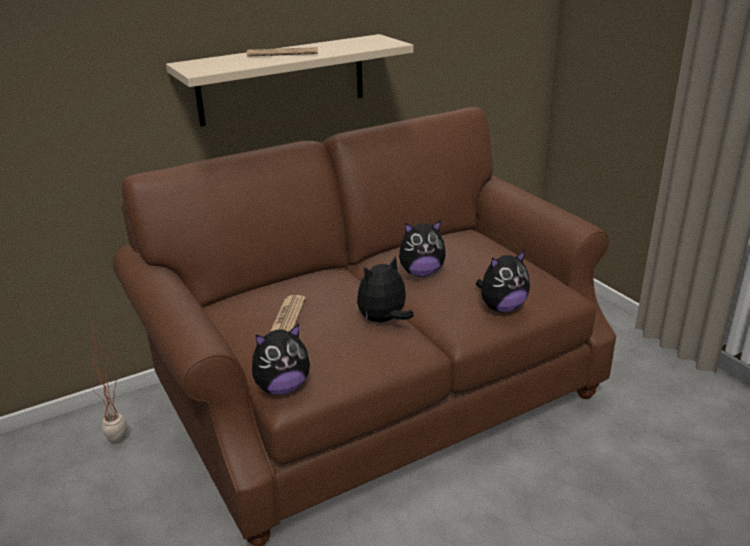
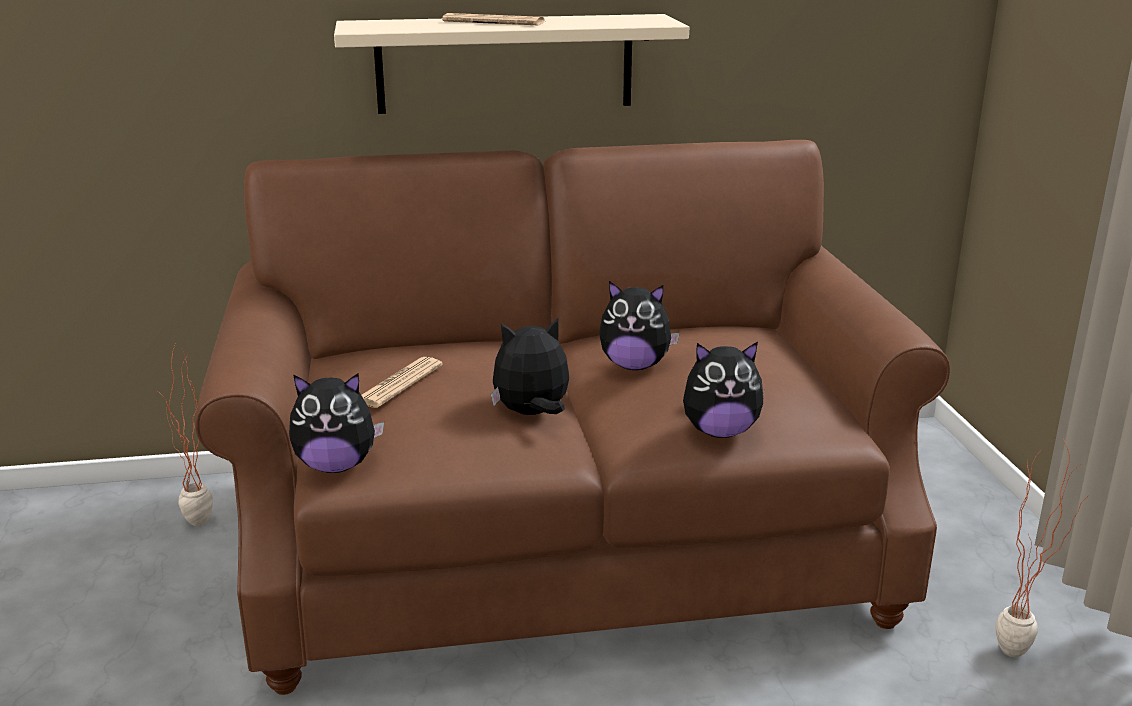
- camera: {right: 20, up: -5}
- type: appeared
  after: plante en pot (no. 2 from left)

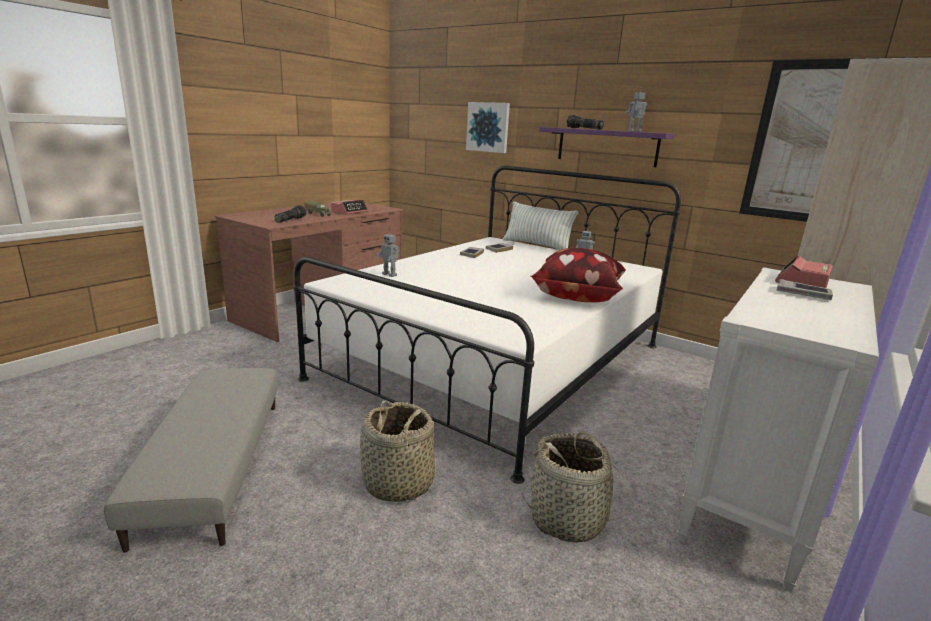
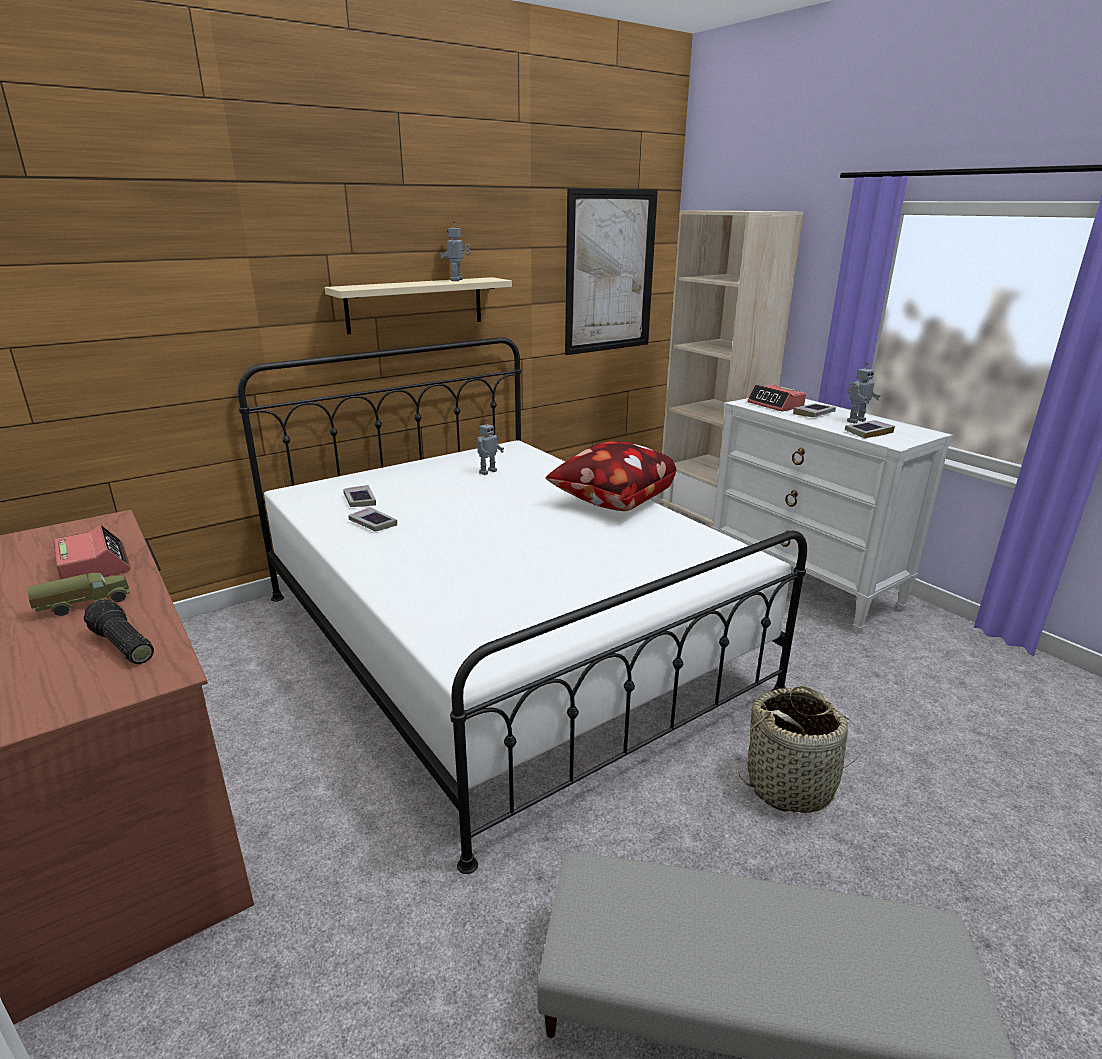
- camera: {right: -70, up: 5}
- type: colour
  before: étagère (violet)
  after: étagère (beige)
- type: appeared
  after: livre (no. 4 from left)
- type: relocated
  before: robot jouet (no. 1 from left in the first image)
  after: robot jouet (no. 3 from left)
- type: missing
  before: tableau (no. 1 from left)
- type: missing
  before: coussin (no. 1 from left)
- type: missing
  before: panier (no. 2 from left)
- type: missing
  before: lampe de poche (no. 2 from left)

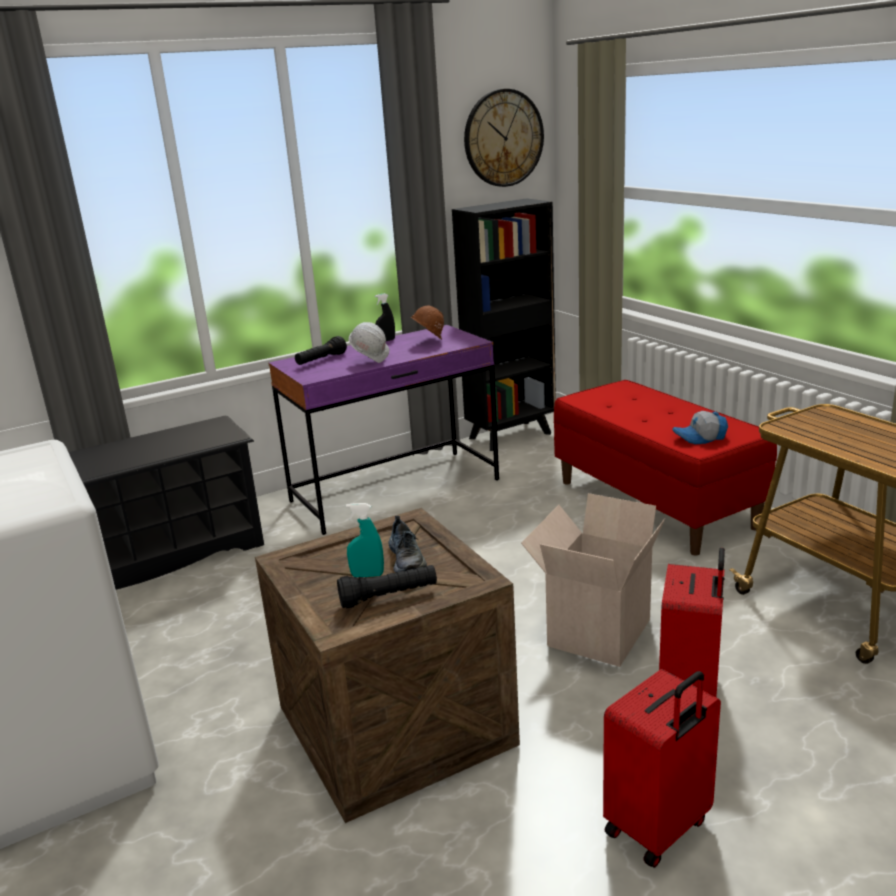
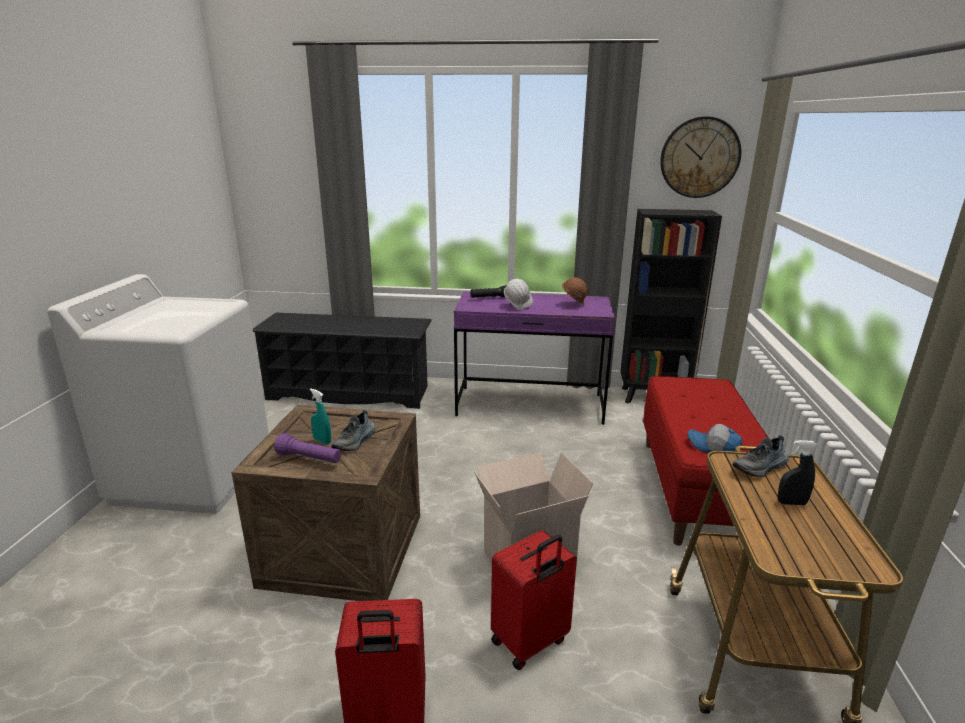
- camera: {right: 35, up: 0}
- type: colour
  before: lampe de poche (noir) (no. 2 from left)
  after: lampe de poche (violet)
- type: appeared
  after: chaussure (no. 2 from left)
- type: relocated
  before: vaporisateur (noir)

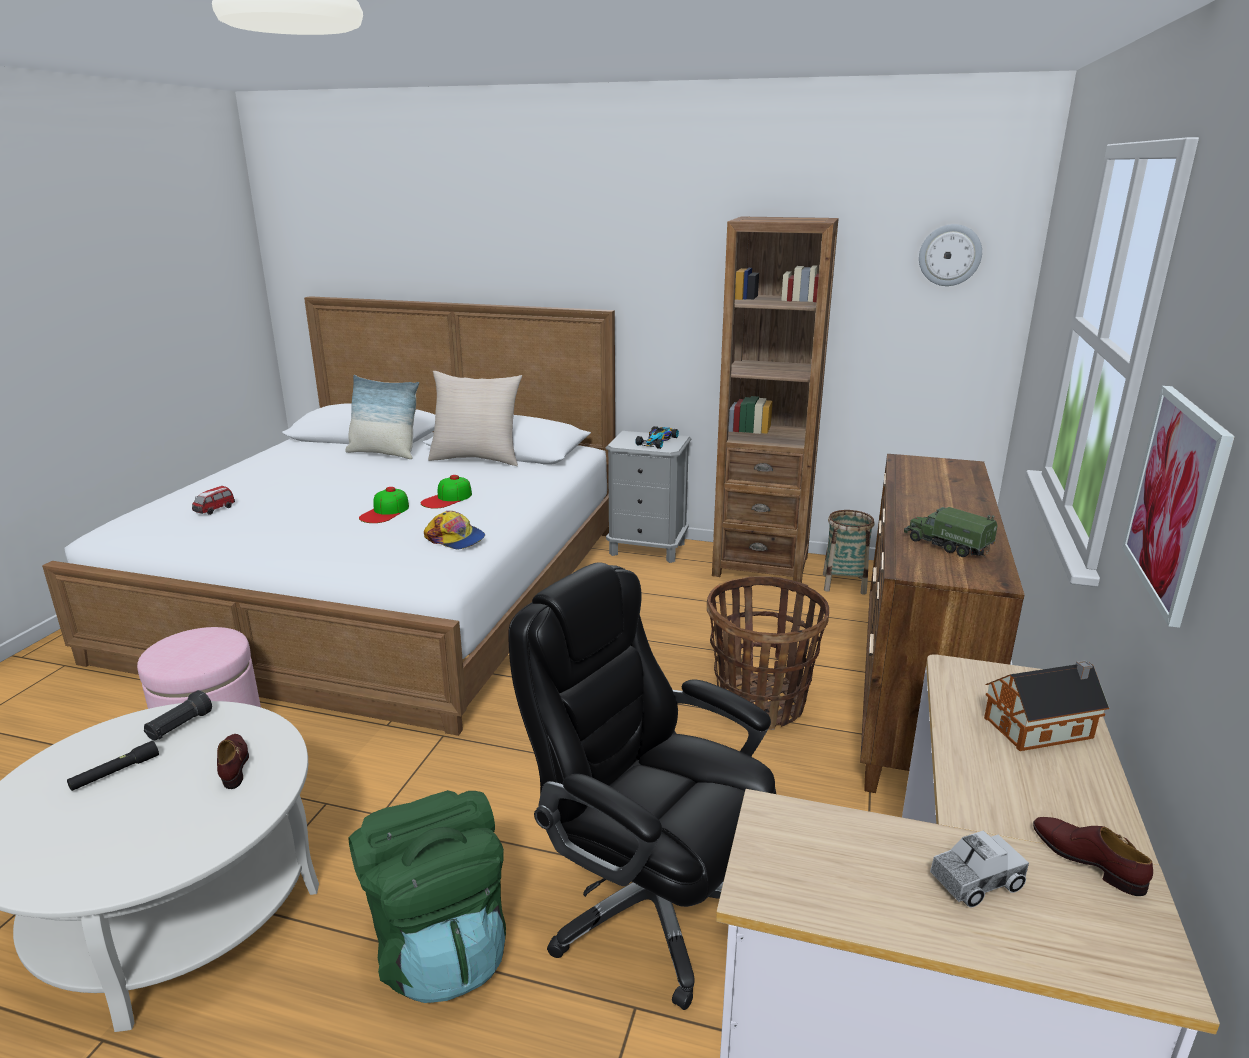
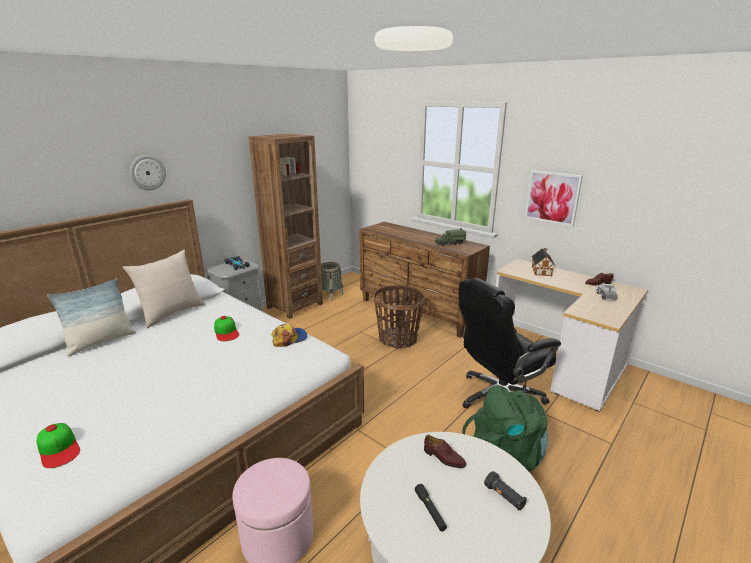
- camera: {right: -65, up: 0}
- type: relocated
  before: casquette (no. 1 from left)
- type: relocated
  before: horloge murale
- type: spun
  before: chaussure (marron) (no. 1 from left)
  turn: -150
- type: relocated
  before: lampe de poche (noir) (no. 2 from left)
- type: missing
  before: petite voiture (no. 1 from left)

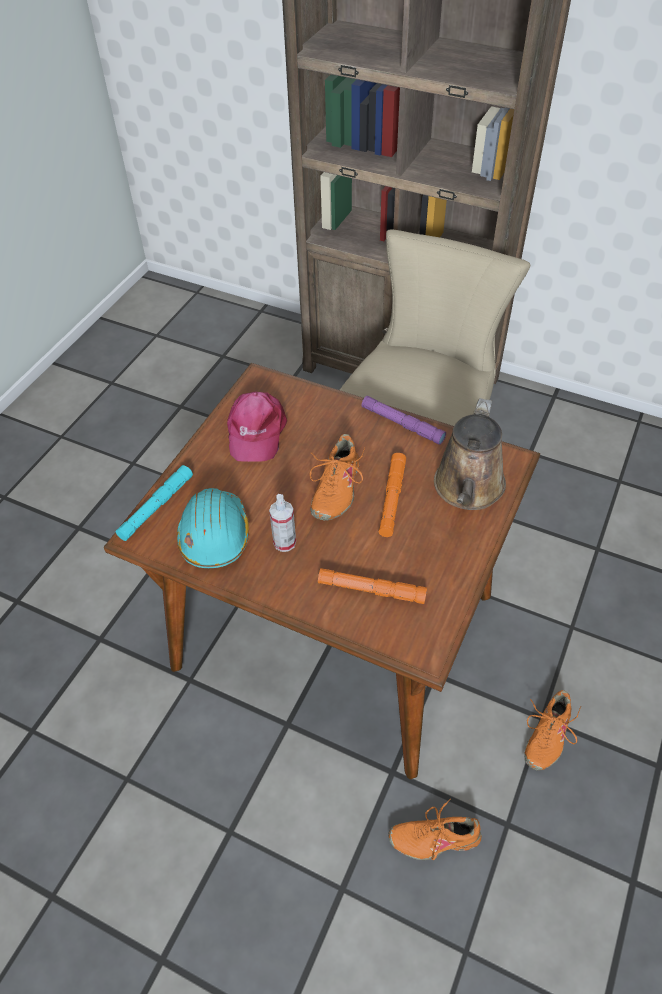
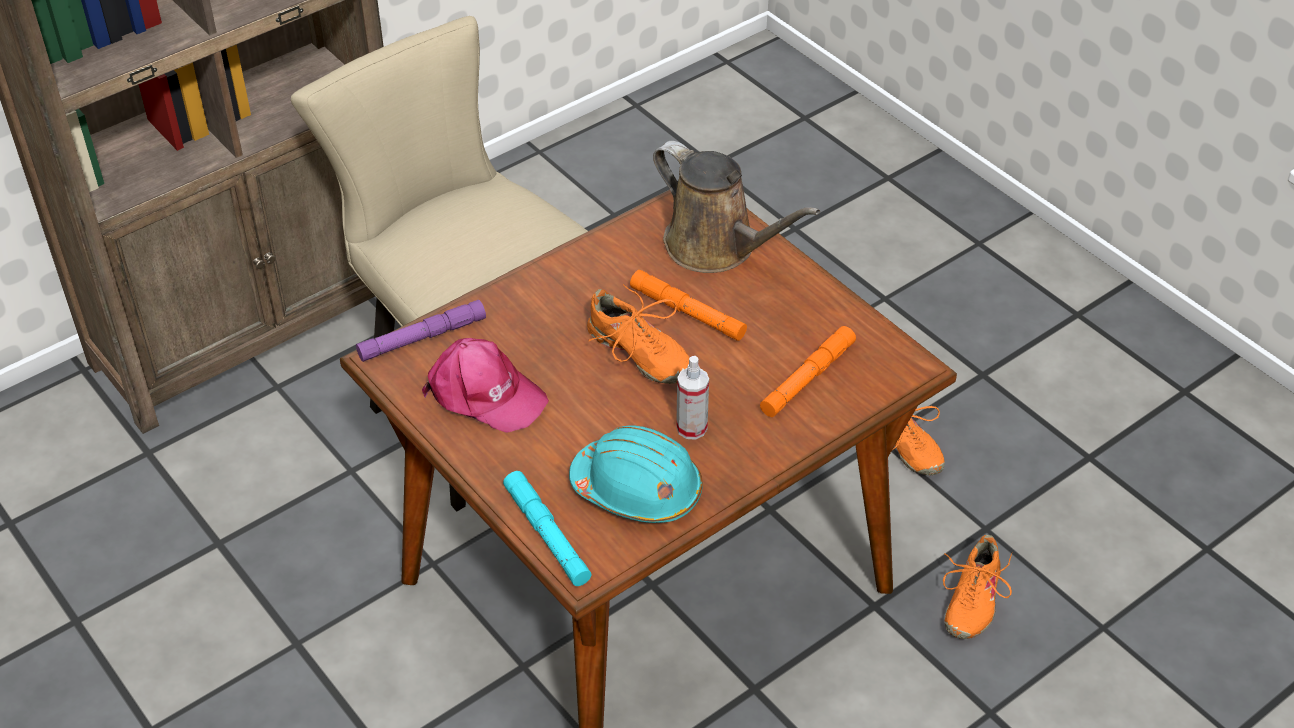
- camera: {right: -65, up: -5}
- type: relocated
  before: lampe de poche (violet)

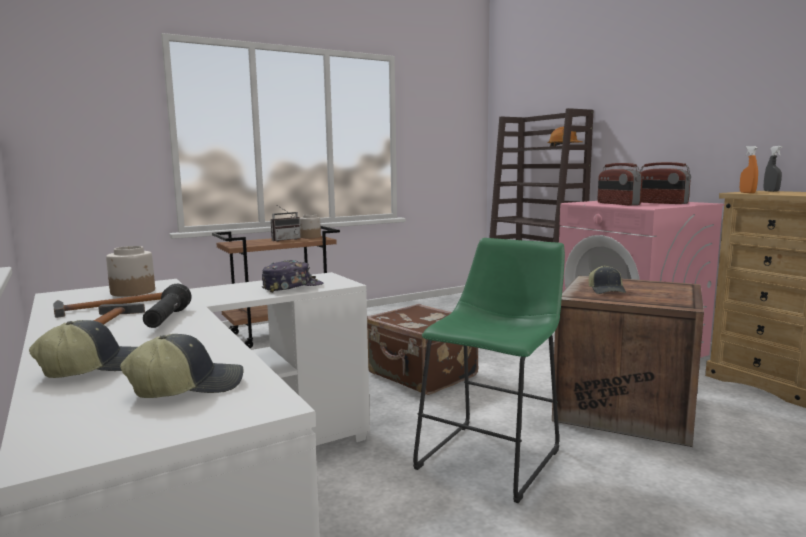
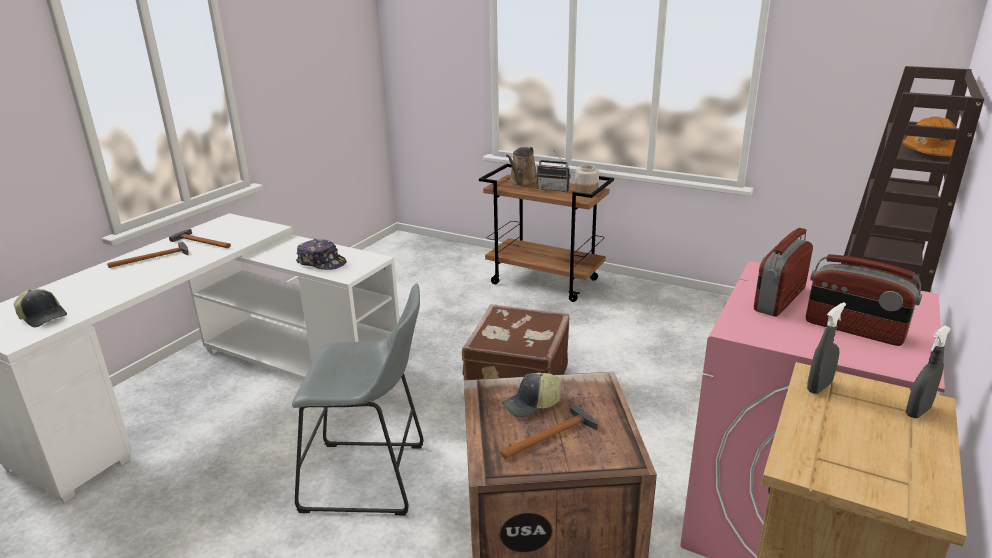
- camera: {right: 60, up: 15}
- type: colour
  before: tabouret (vert)
  after: tabouret (gris)
- type: appeared
  after: marteau (no. 3 from left)
- type: appeared
  after: arrosoir (marron)
- type: spun
  before: radio (no. 3 from left)
  turn: -75
- type: colour
  before: vaporisateur (orange)
  after: vaporisateur (gris) (no. 1 from left)
- type: missing
  before: casquette (no. 1 from left)
- type: missing
  before: bocal (no. 1 from left)
- type: missing
  before: lampe de poche (noir)

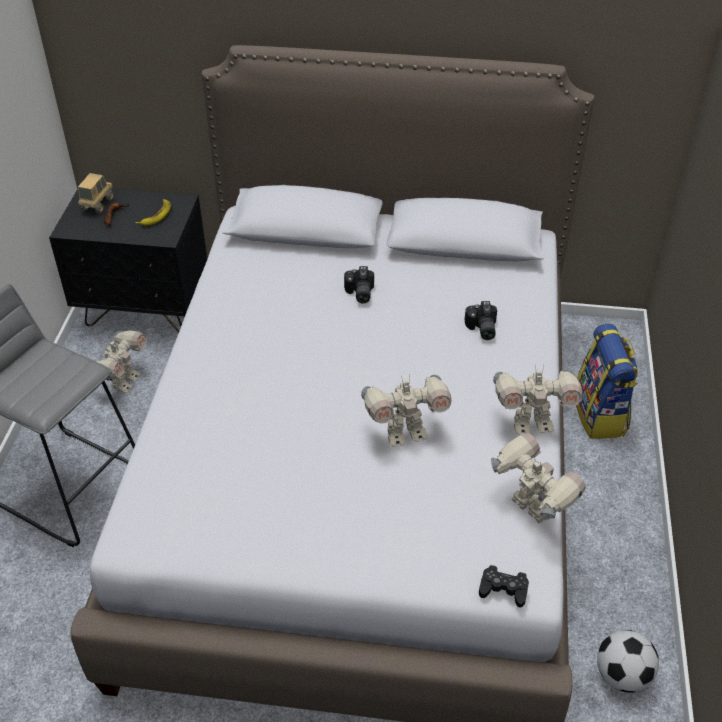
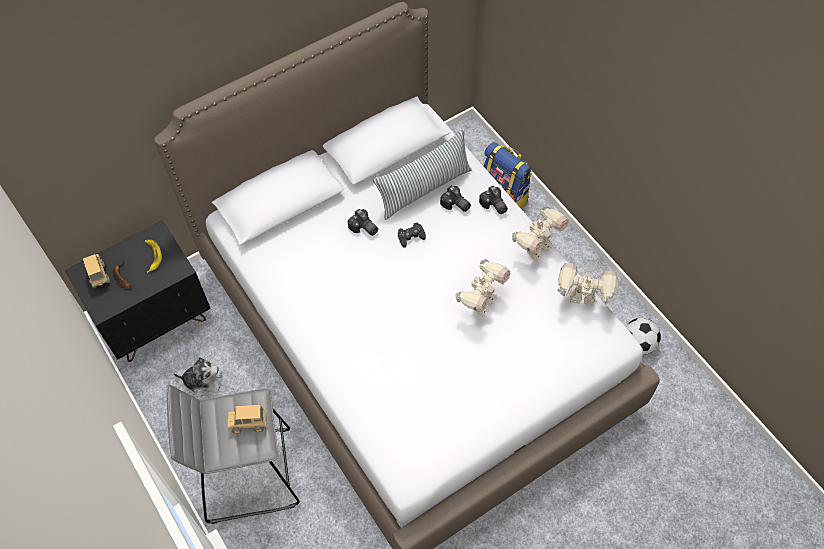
- camera: {right: -40, up: 15}
- type: exchanged
  before: robot jouet (no. 1 from left)
  after: peluche
- type: appeared
  after: camion jouet (no. 2 from left)
- type: appeared
  after: coussin
- type: relocated
  before: manette (noir)
- type: appeared
  after: appareil photo (no. 3 from left)

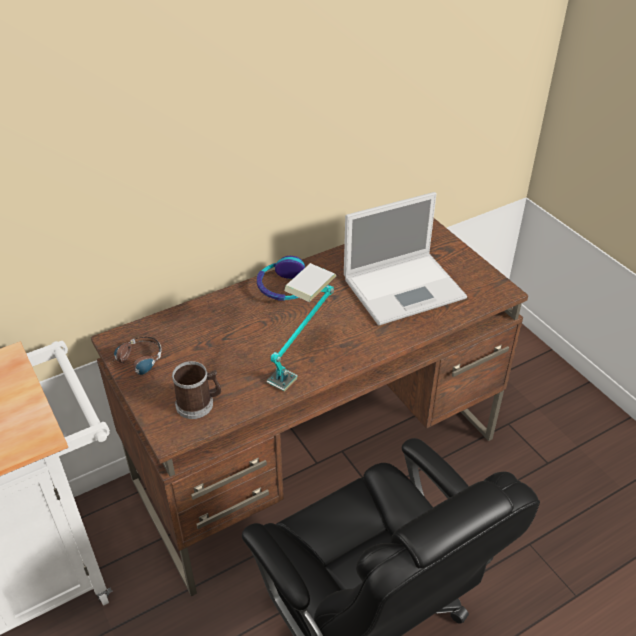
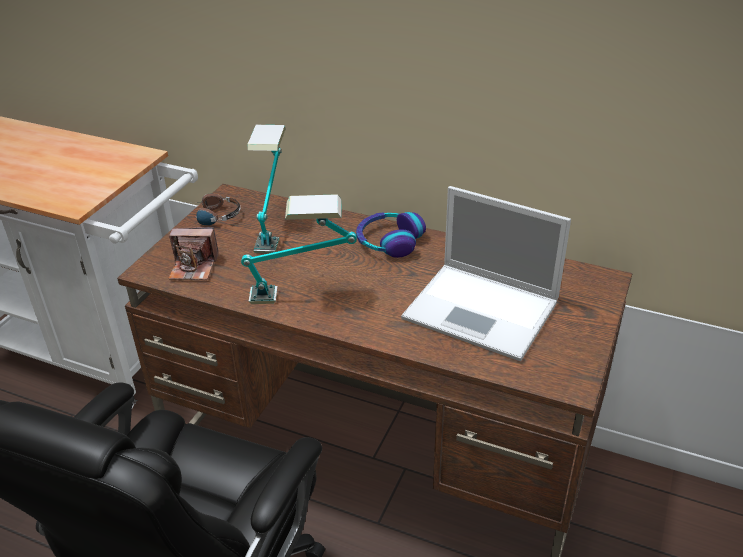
- camera: {right: 55, up: -5}
- type: exchanged
  before: mug
  after: appareil photo
- type: appeared
  after: lampe de table (no. 1 from left)

